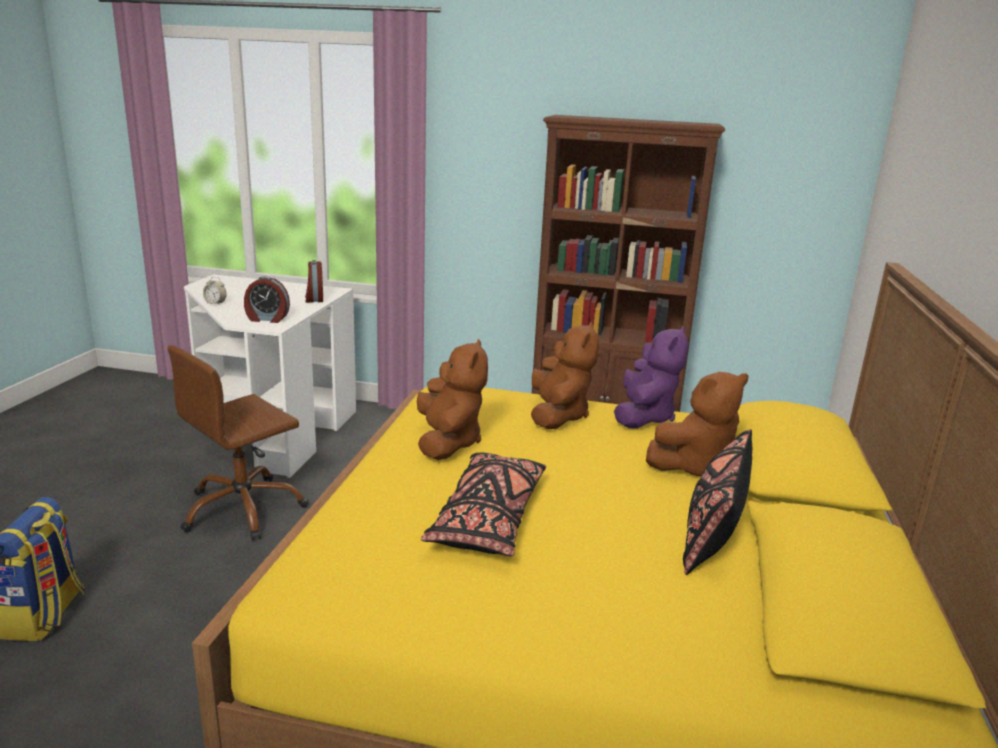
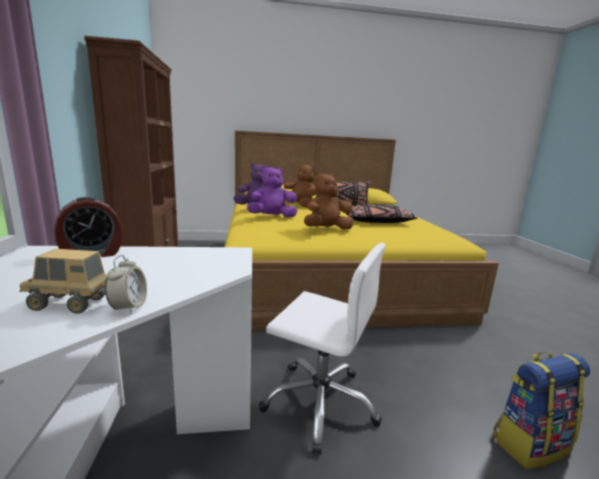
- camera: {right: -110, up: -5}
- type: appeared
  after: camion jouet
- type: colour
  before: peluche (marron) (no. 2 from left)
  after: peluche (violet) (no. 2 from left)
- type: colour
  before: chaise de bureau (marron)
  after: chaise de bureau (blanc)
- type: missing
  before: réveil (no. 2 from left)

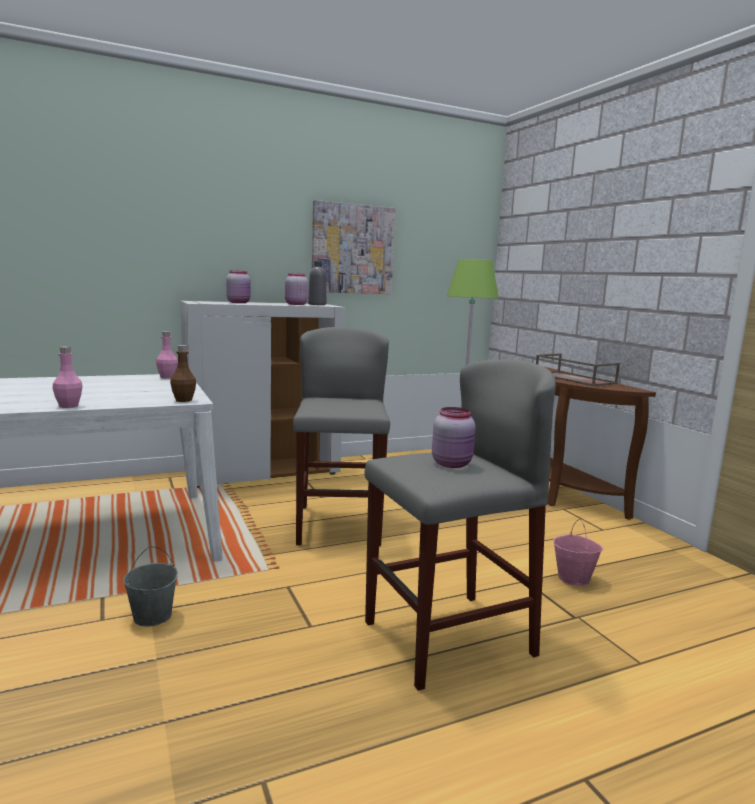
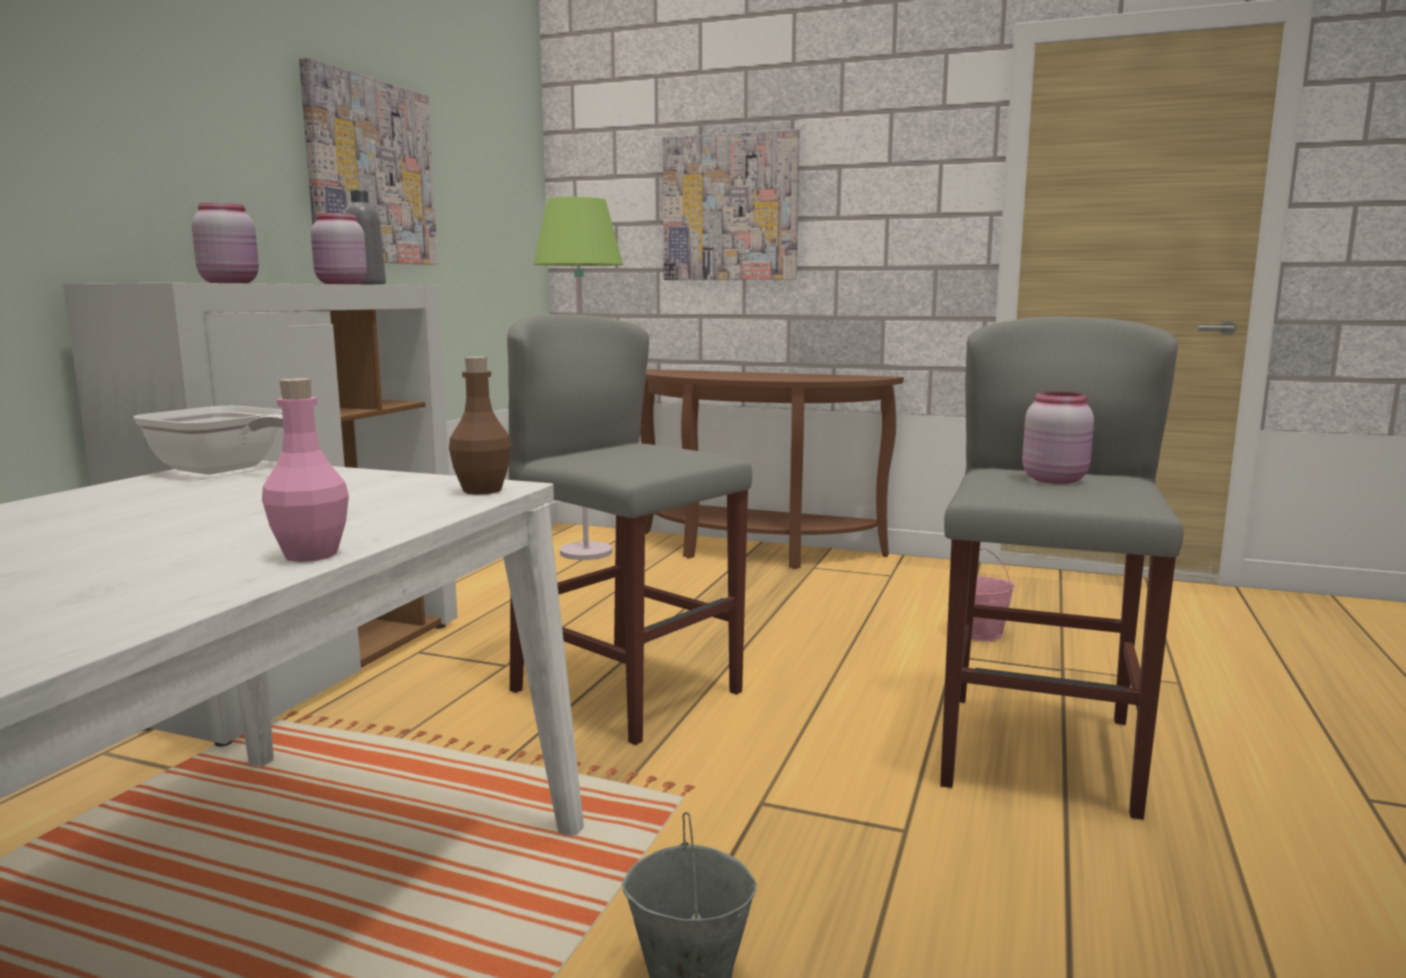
- camera: {right: -45, up: 0}
- type: exchanged
  before: bouteille (rose) (no. 2 from left)
  after: poêle
- type: appeared
  after: tableau (no. 2 from left)
- type: missing
  before: plateau (marron)

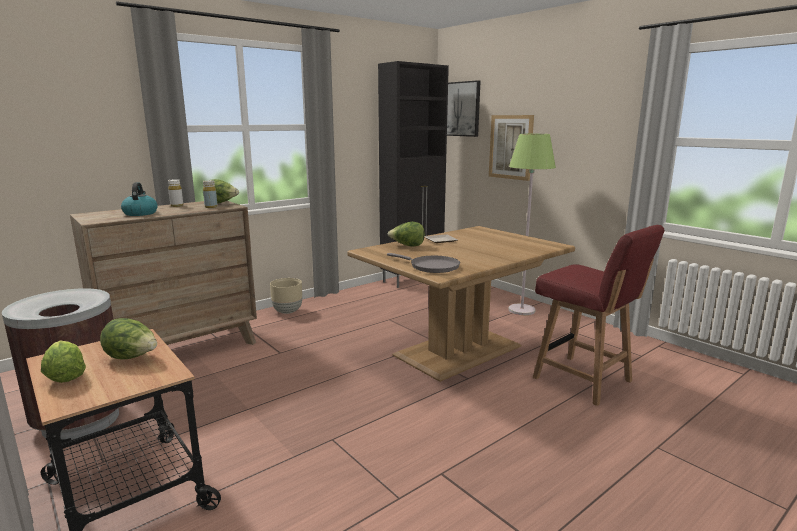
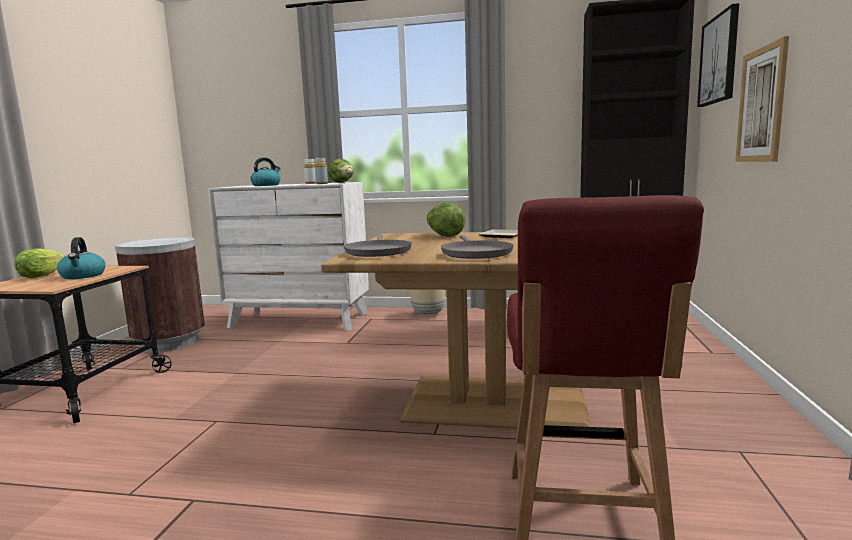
- camera: {right: 50, up: -5}
- type: exchanged
  before: laitue (no. 2 from left)
  after: bouilloire (no. 1 from left)
- type: colour
  before: commode (marron)
  after: commode (blanc)
- type: appeared
  after: poêle (gris) (no. 2 from left)
- type: missing
  before: lampadaire (vert)

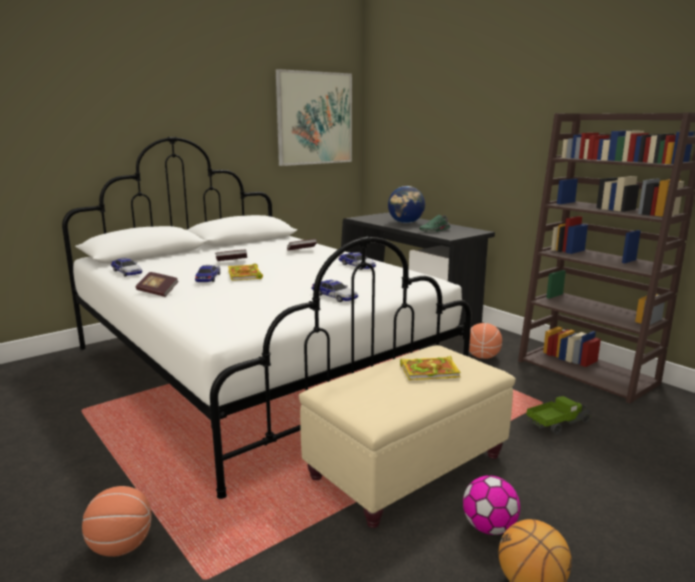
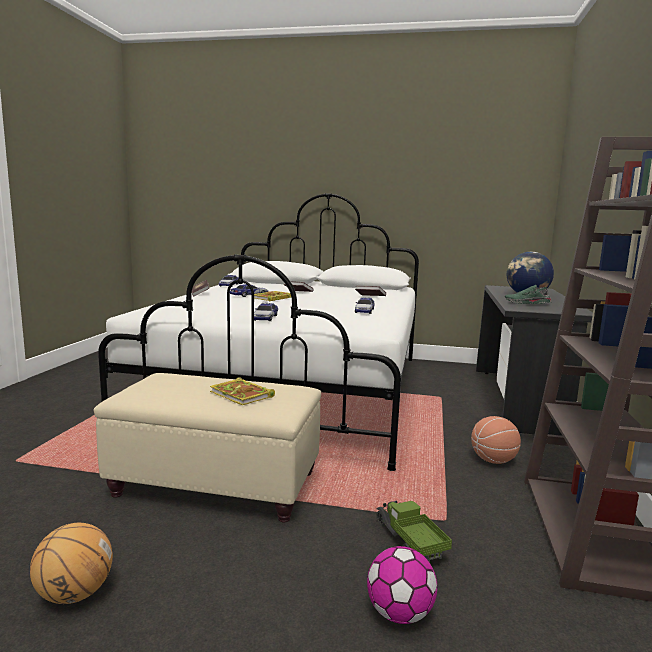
- camera: {right: 50, up: -5}
- type: relocated
  before: ballon de foot
- type: spun
  before: camion jouet
  turn: -135
- type: missing
  before: ballon de basket (no. 1 from left)
- type: missing
  before: tableau

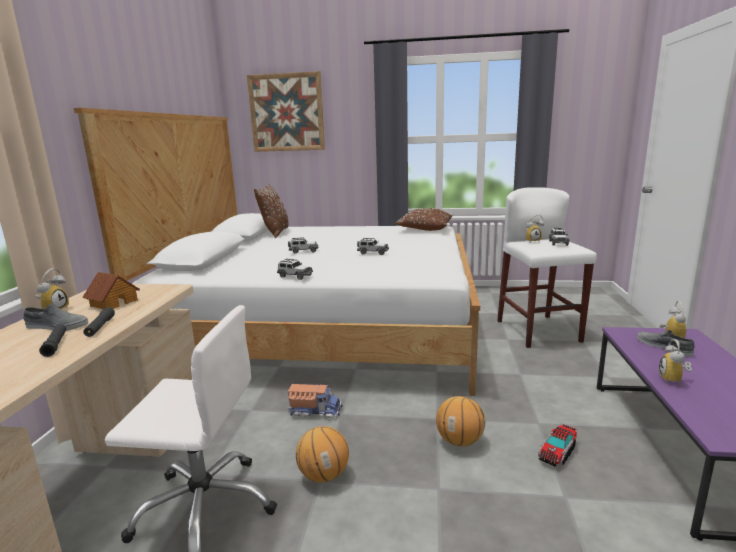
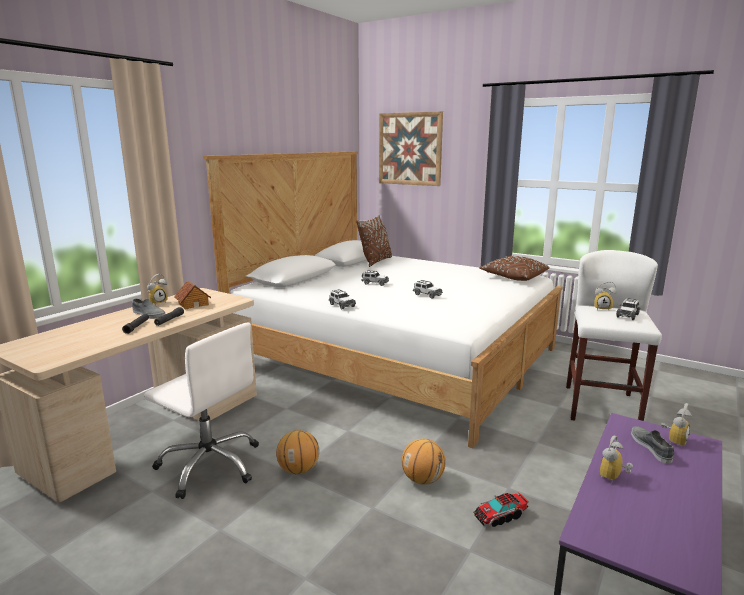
- camera: {right: 25, up: 0}
- type: missing
  before: camion jouet (no. 1 from left)

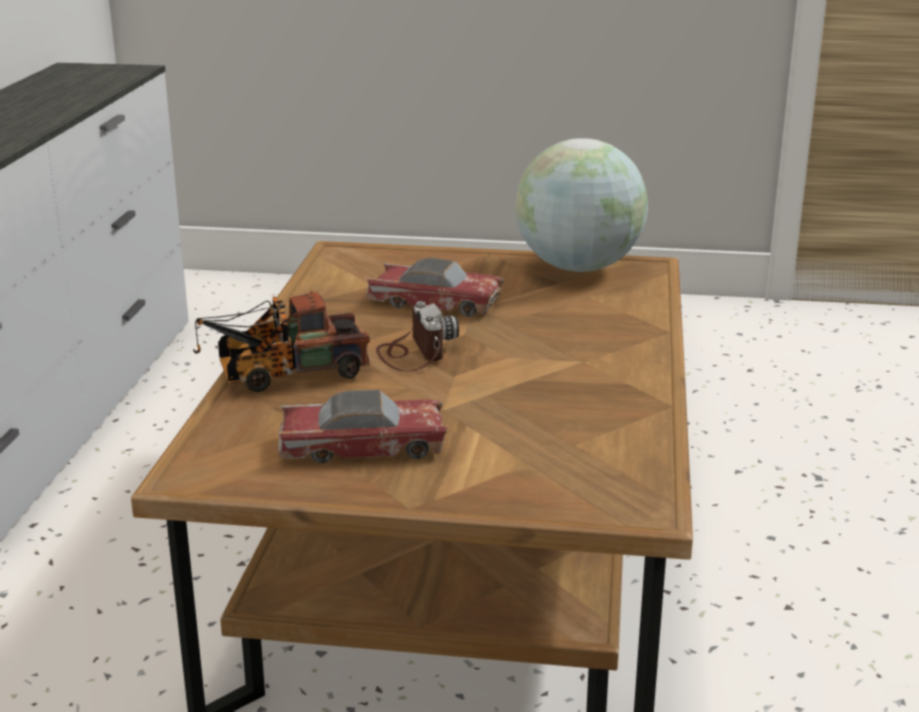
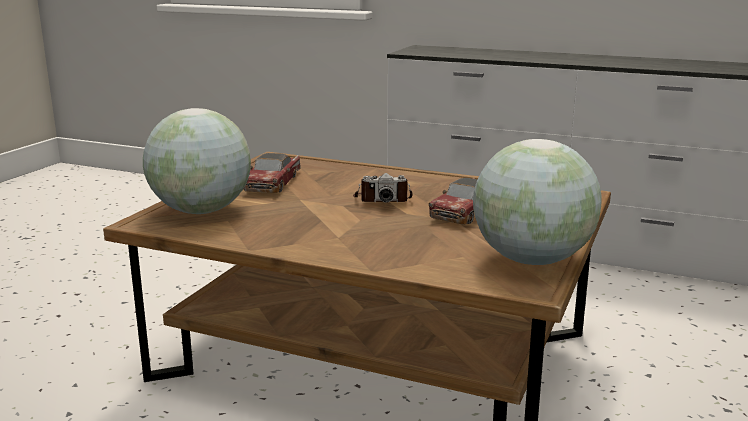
- camera: {right: 105, up: -5}
- type: appeared
  after: globe (no. 1 from left)
- type: missing
  before: camion jouet

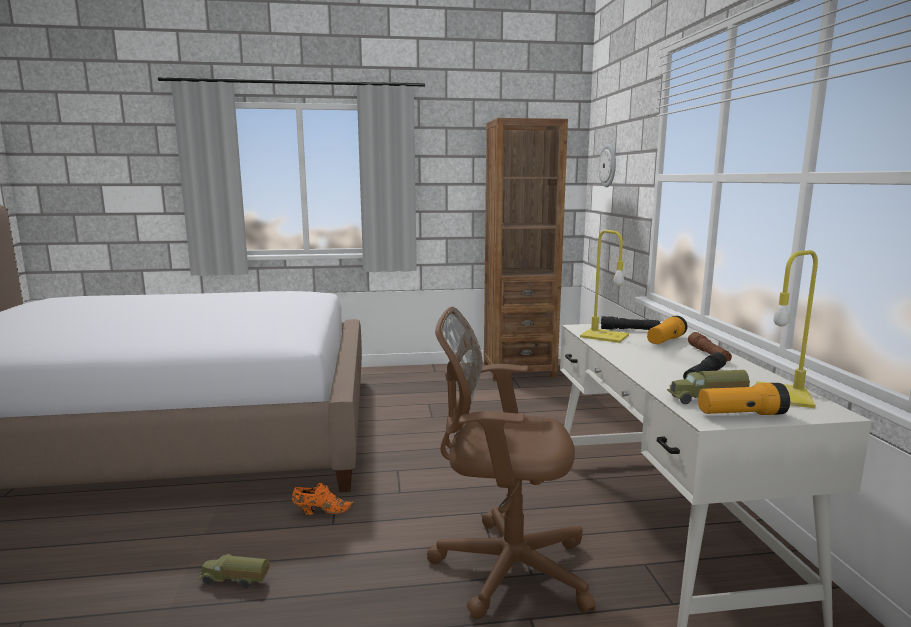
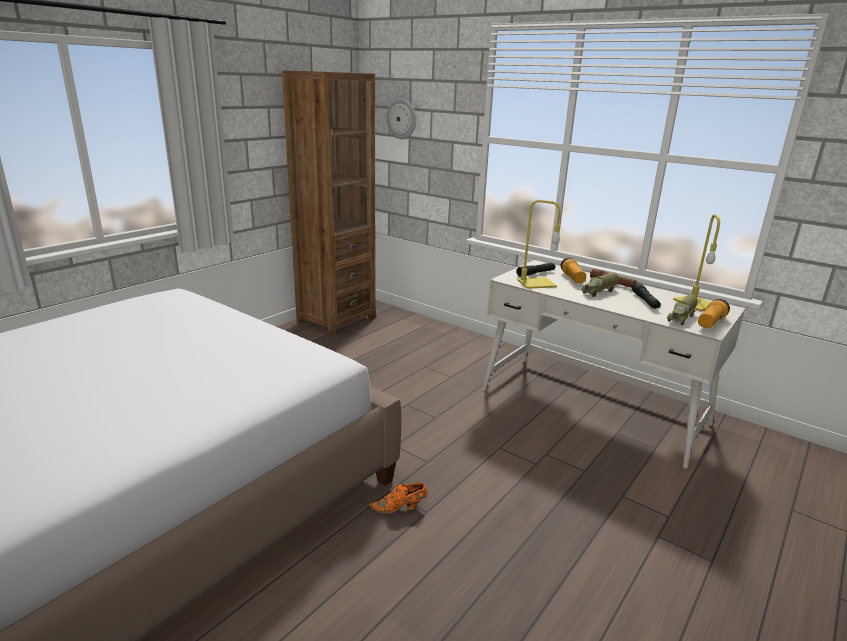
- camera: {right: -45, up: 10}
- type: spun
  before: chaussure (orange)
  turn: -135
- type: relocated
  before: camion jouet (no. 1 from left)
- type: missing
  before: chaise de bureau (marron)

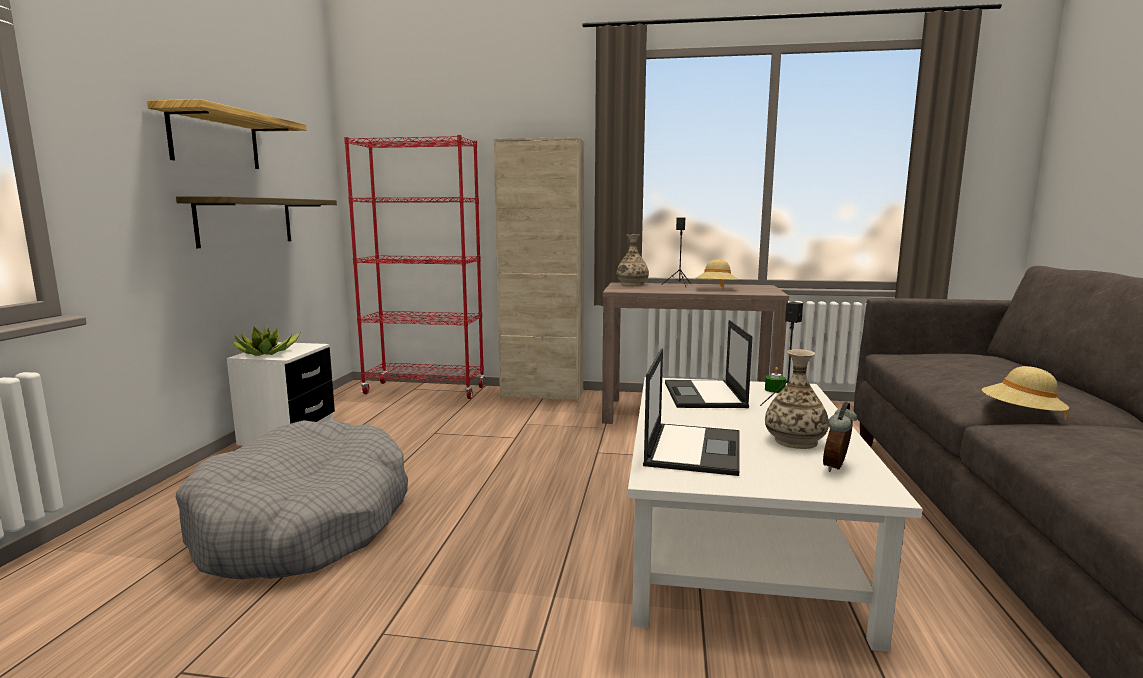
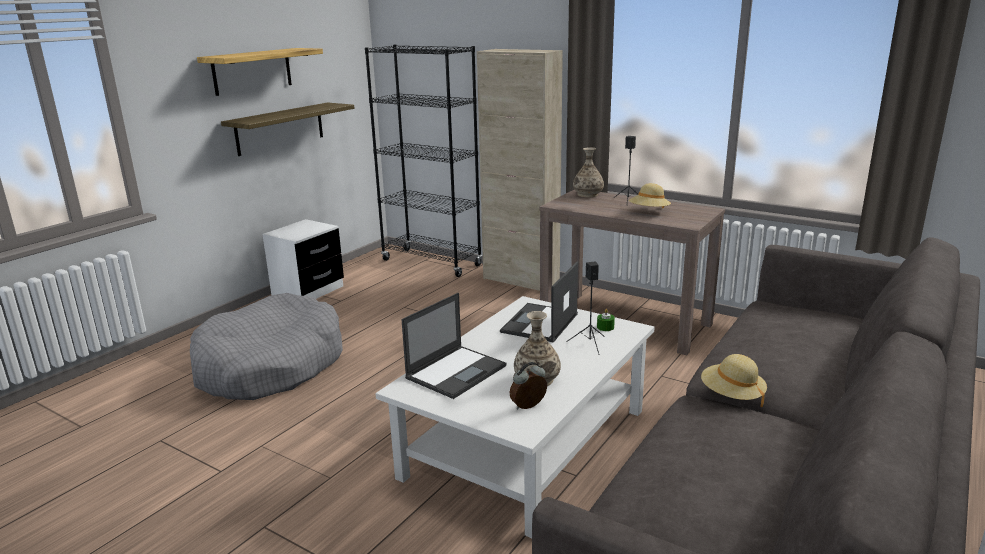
- camera: {right: 25, up: 10}
- type: colour
  before: bibliothèque (rouge)
  after: bibliothèque (noir)
- type: missing
  before: plante en pot

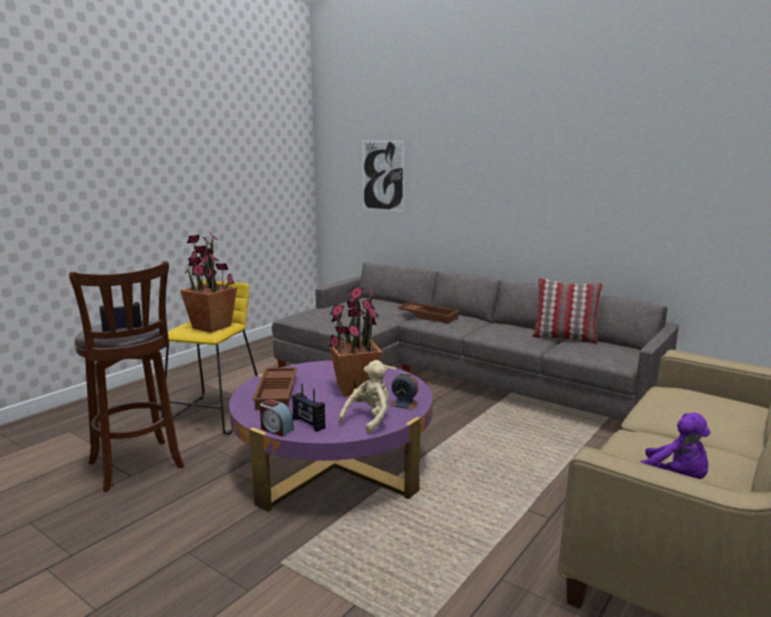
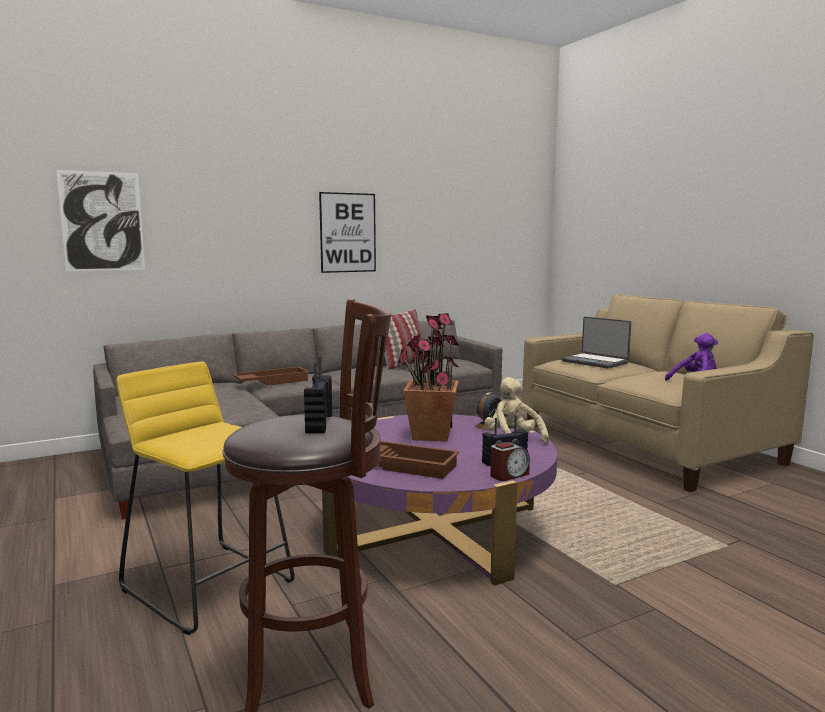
- camera: {right: -65, up: -5}
- type: appeared
  after: tableau (no. 2 from left)
- type: appeared
  after: ordinateur portable
- type: missing
  before: plante en pot (no. 1 from left)

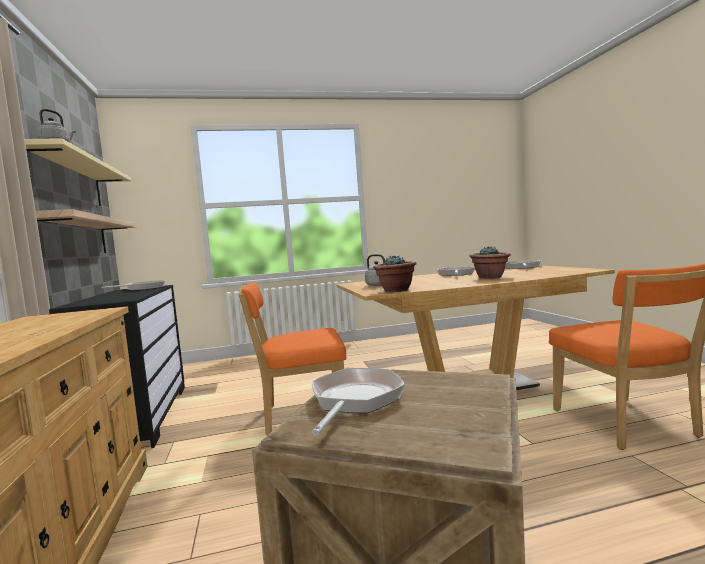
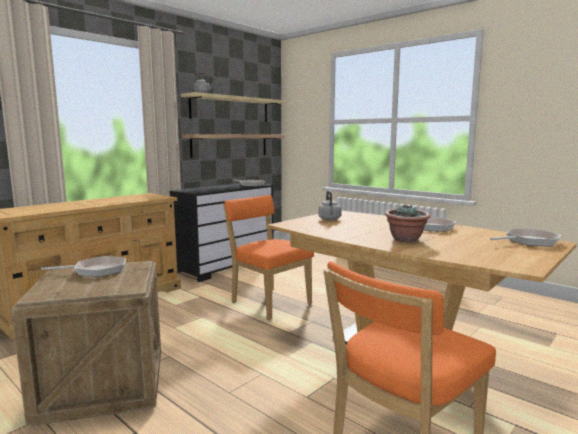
- camera: {right: 55, up: 5}
- type: missing
  before: plante en pot (no. 1 from left)

